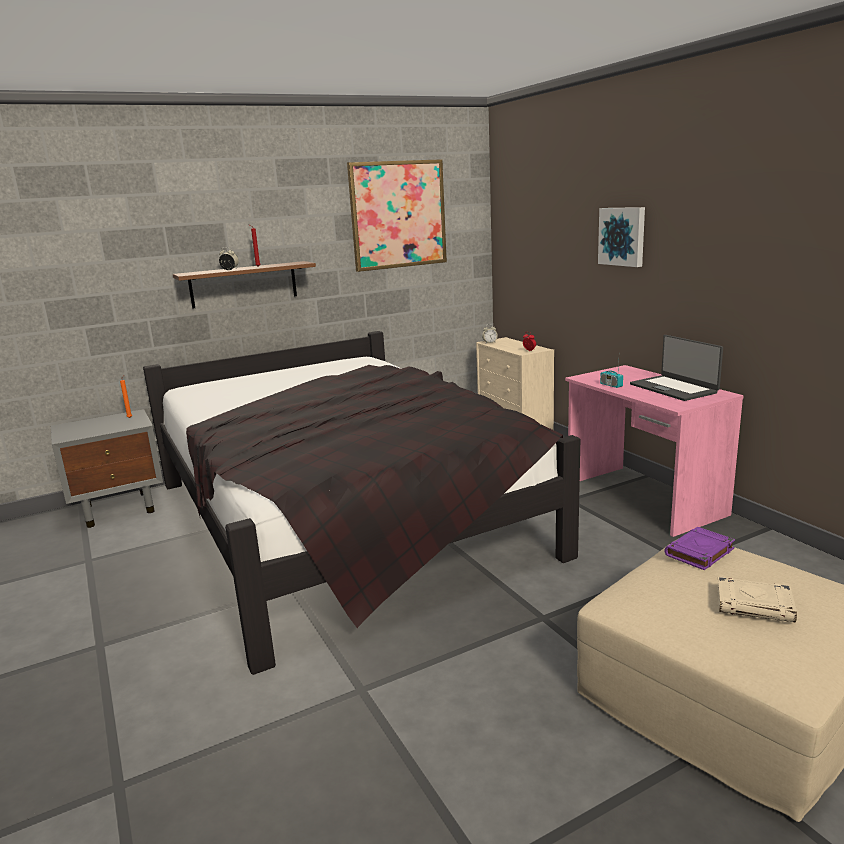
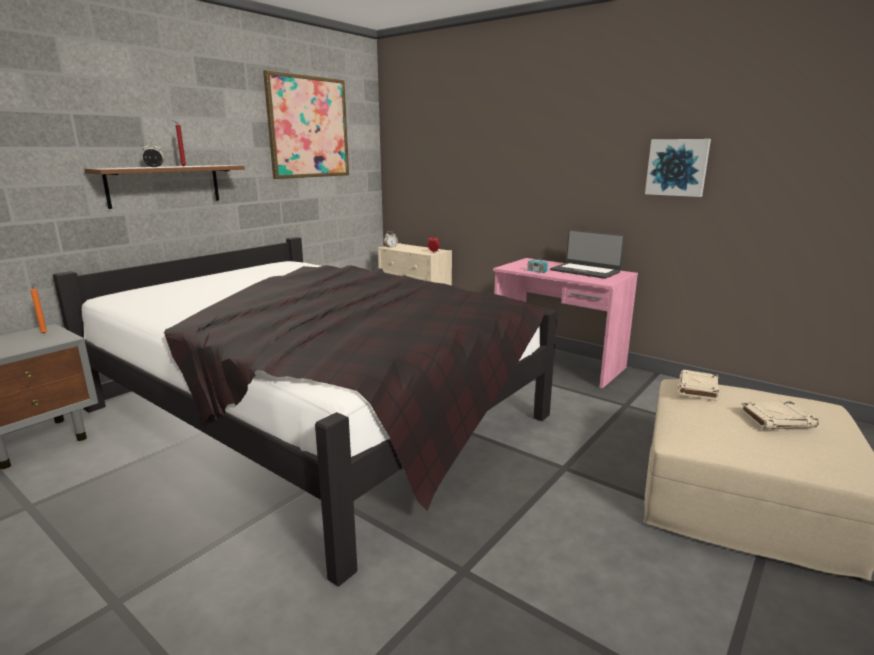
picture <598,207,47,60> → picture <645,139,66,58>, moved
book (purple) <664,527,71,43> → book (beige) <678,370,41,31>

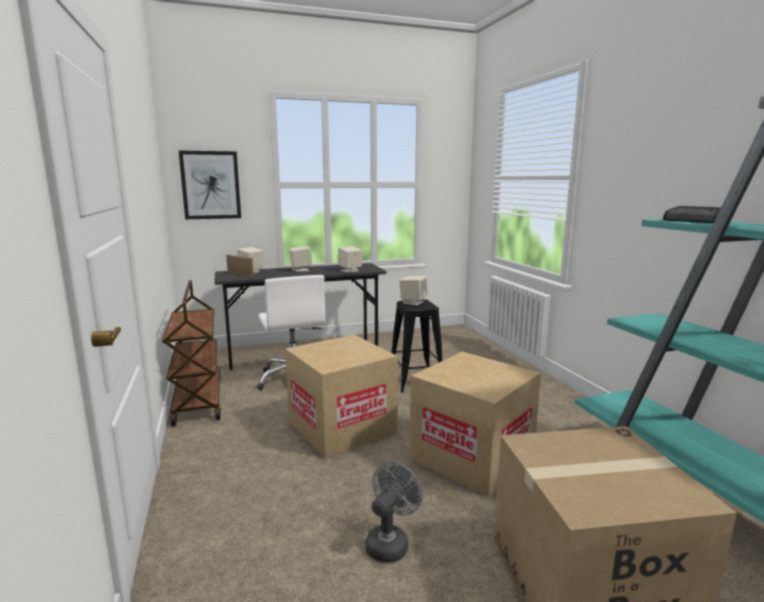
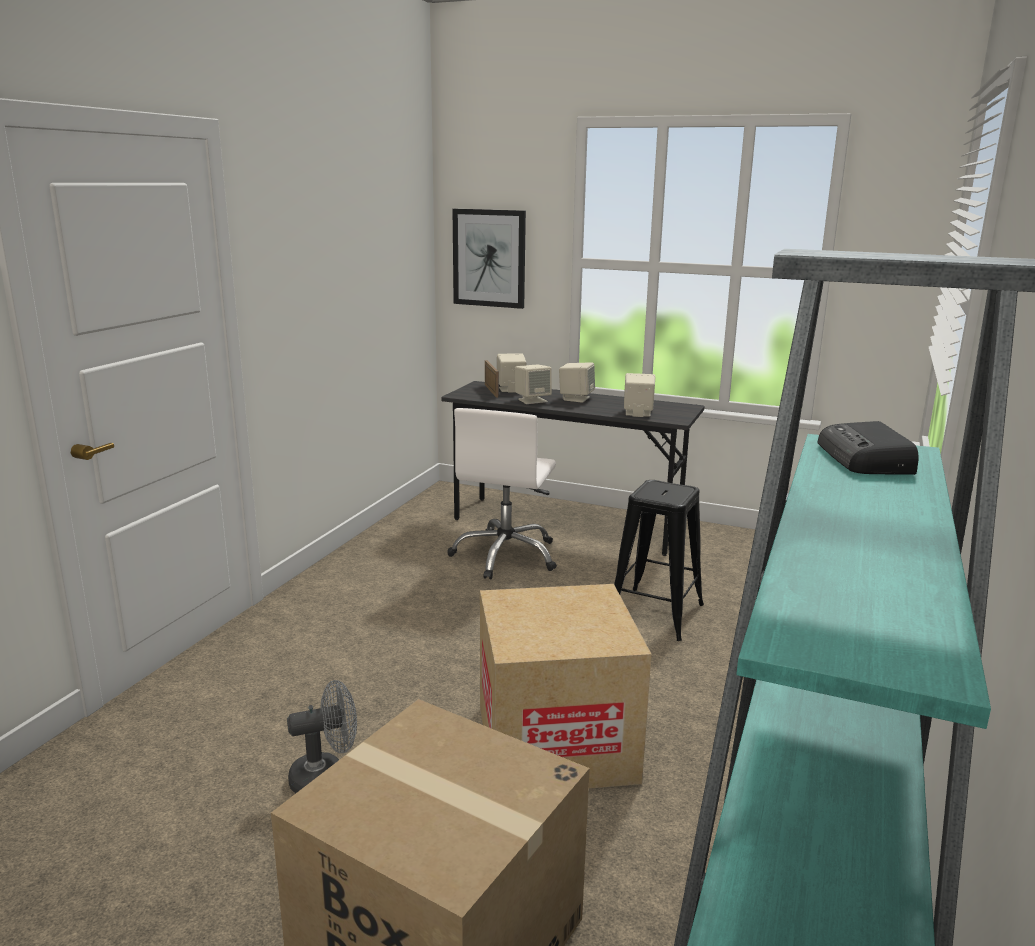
cart (brown) <162,280,59,147> → -
cardboard box <285,335,113,123> → -
speaker (beige) <399,276,28,30> → speaker (beige) <515,364,37,40>, moved

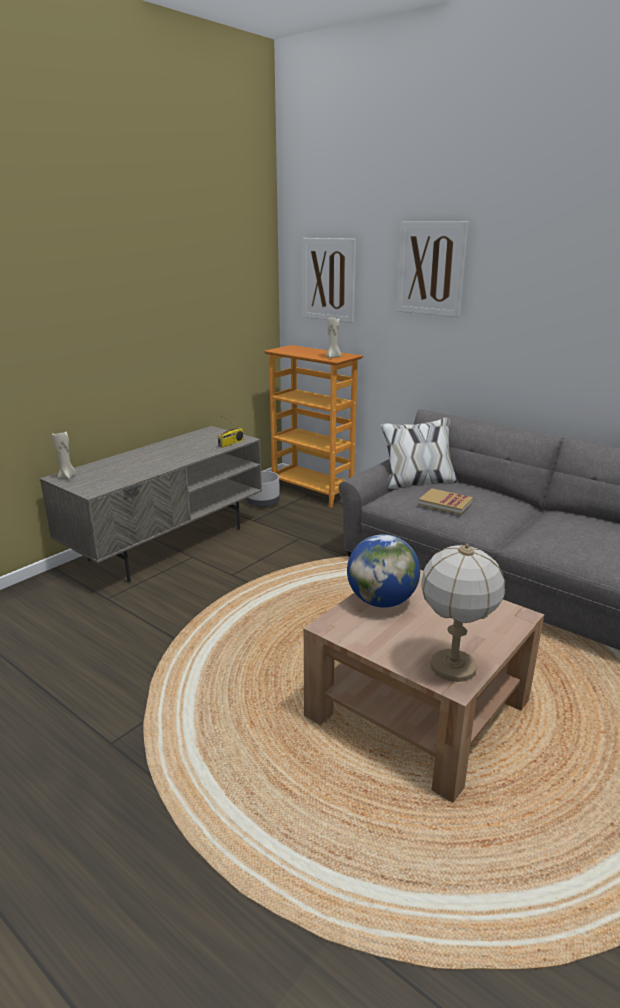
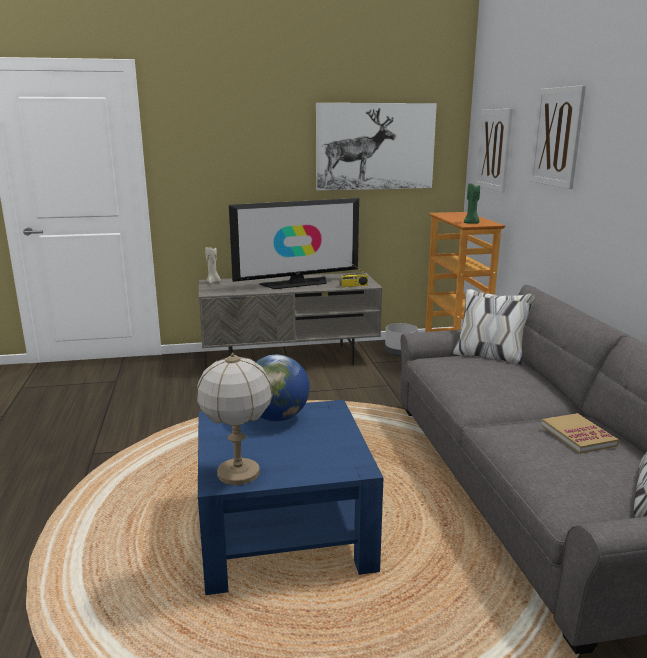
coffee table (brown) <304,570,240,233> → coffee table (blue) <198,400,185,195>
candle (beige) <326,316,15,42> → candle (green) <464,182,16,42>
book <418,488,55,26> → book <541,413,78,41>, moved
- → television <229,198,130,91>
- → picture <316,103,121,87>

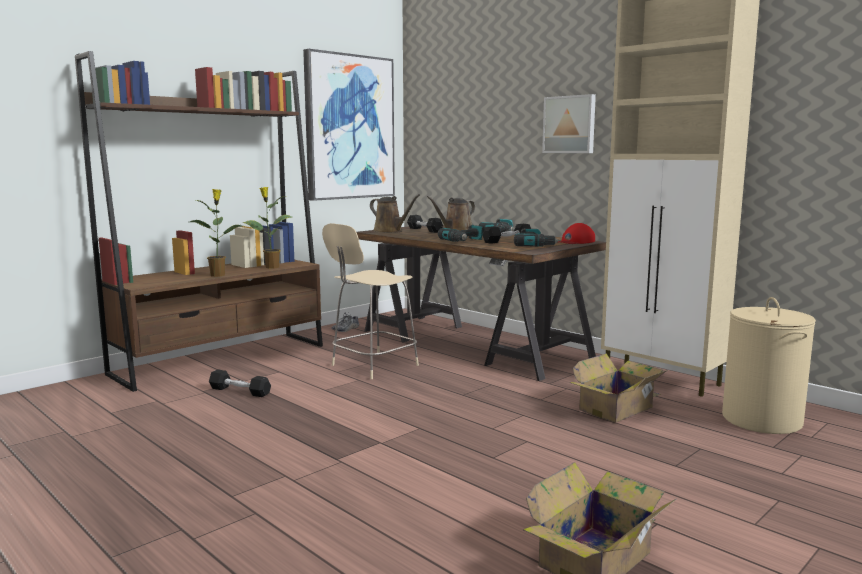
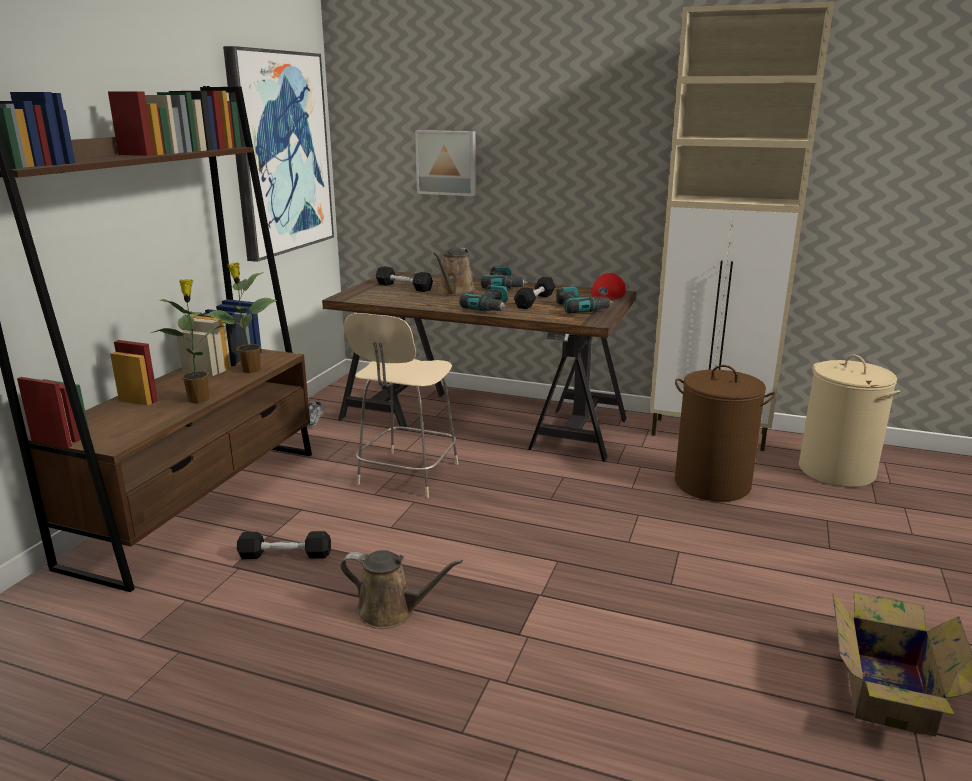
watering can (brown) <370,194,50,39> → watering can (brown) <340,550,123,79>, moved
picture <542,94,54,59> → picture <415,130,61,66>, moved
cardboard box <569,353,99,70> → laundry basket (brown) <675,365,101,137>

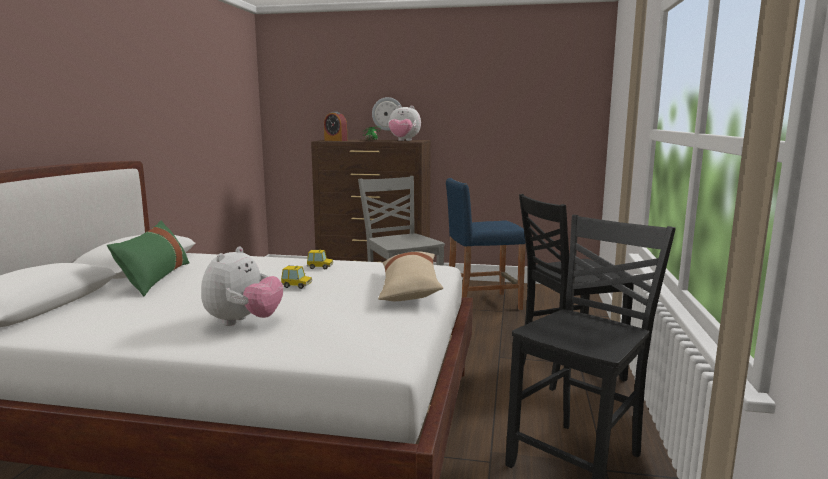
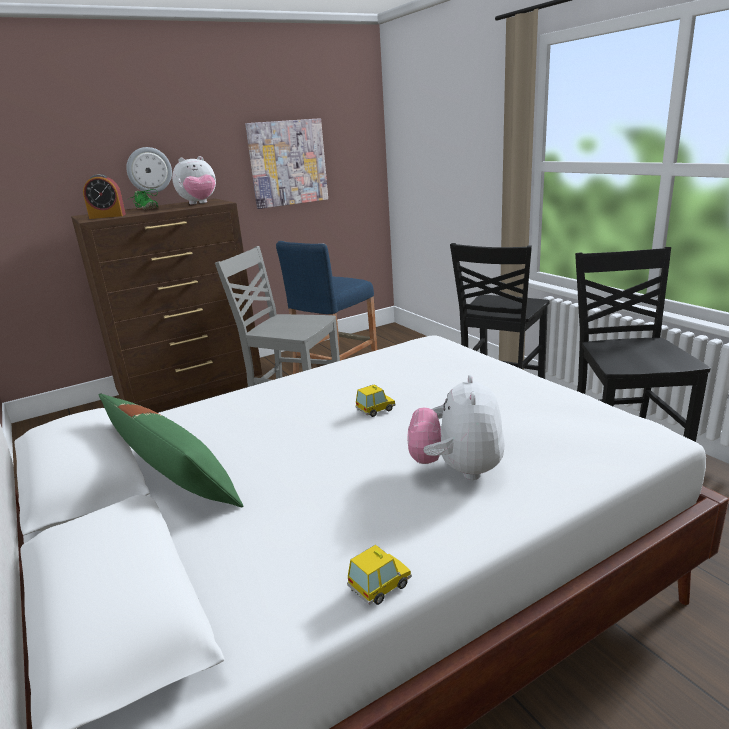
plush toy <201,247,82,79> → plush toy <408,375,97,105>, 150 degrees counterclockwise
toy car <307,249,26,20> → toy car <347,545,65,60>, moved
pillow (beige) <378,251,65,50> → -
- → picture <245,118,83,91>

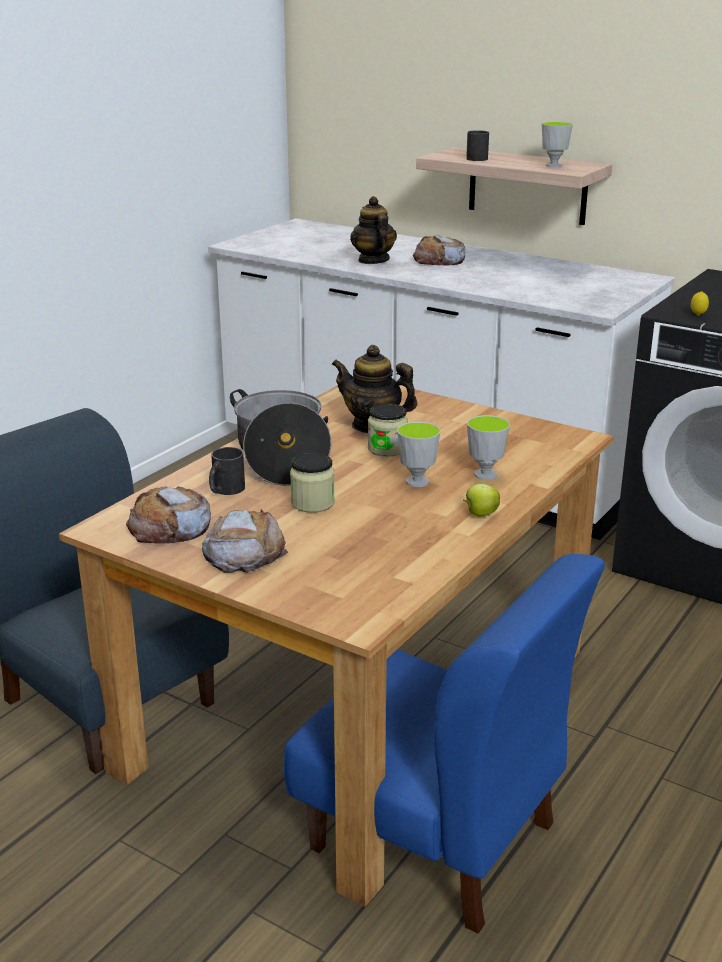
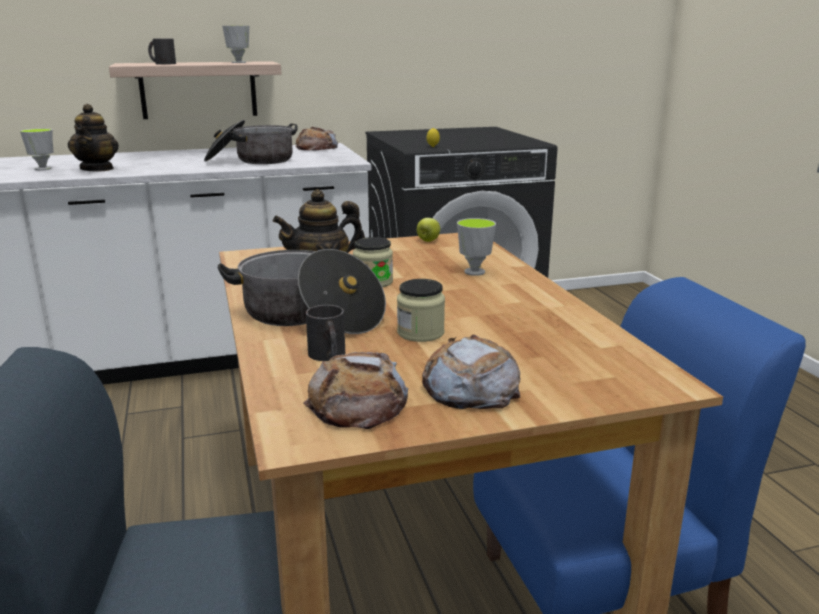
teapot <350,196,47,68> → teapot <68,104,51,68>, 120 degrees counterclockwise
cup <397,422,43,65> → cup <20,128,33,42>, moved
bread <413,235,52,31> → bread <295,127,43,23>, moved
apple <463,484,37,32> → apple <417,218,23,24>, moved
- → cooking pot <204,120,94,44>

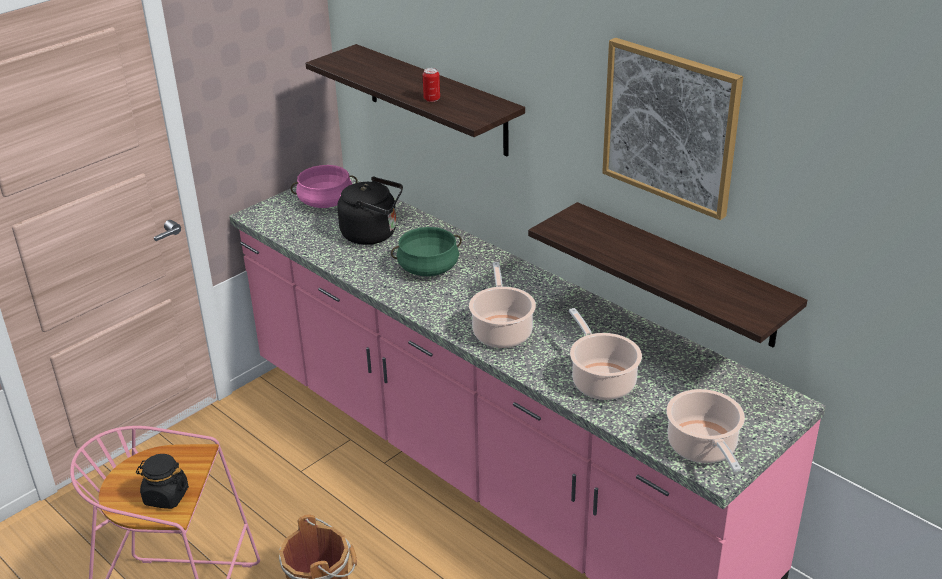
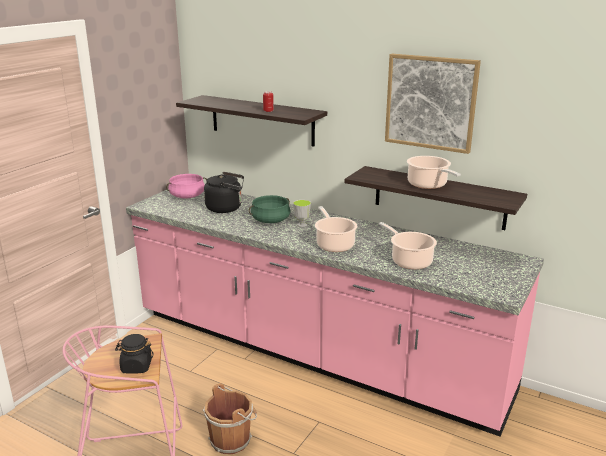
cooking pot <666,389,79,83> → cooking pot <407,156,54,33>, moved
- → cup <293,200,18,27>

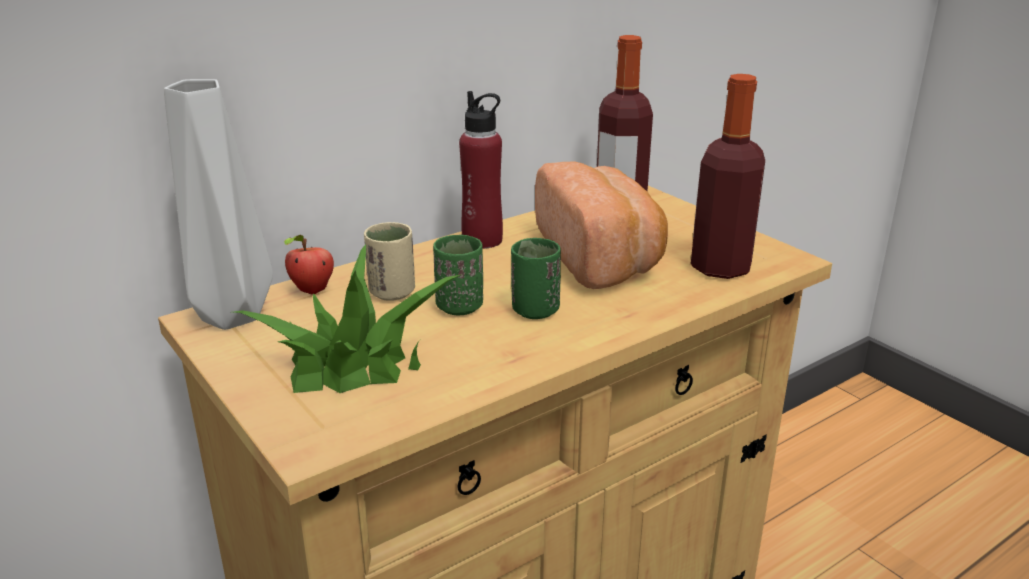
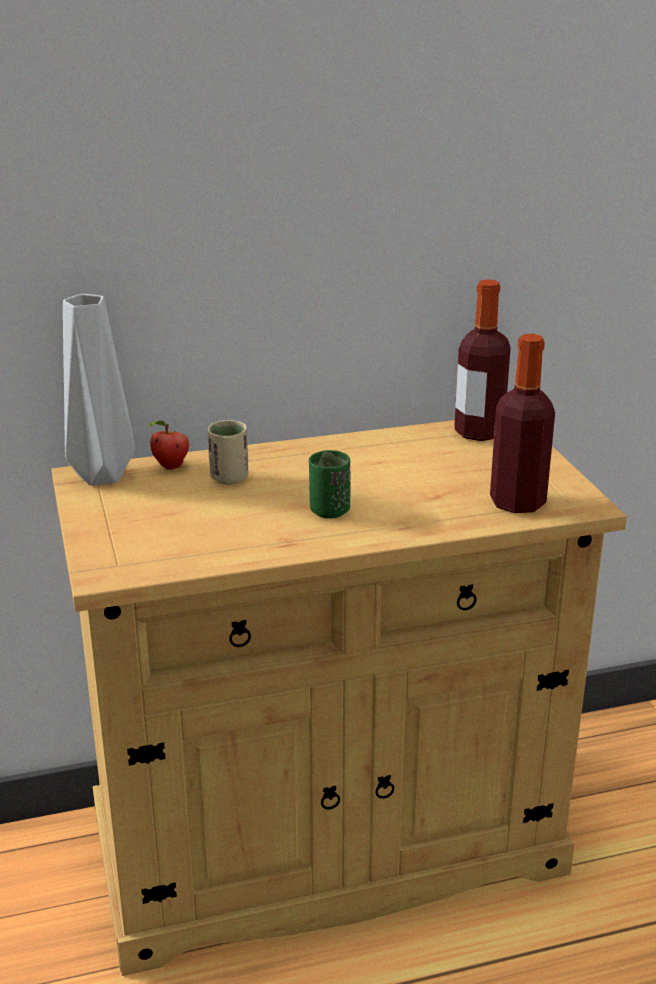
potted plant <234,244,228,149> → -
cup (green) <433,235,50,80> → -
bottle (red) <459,91,44,158> → -
bread <535,161,133,128> → -

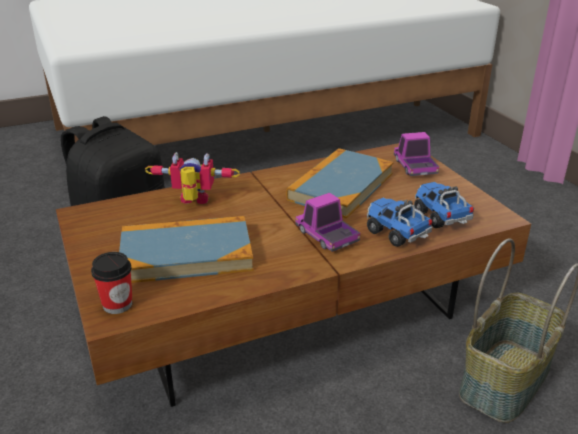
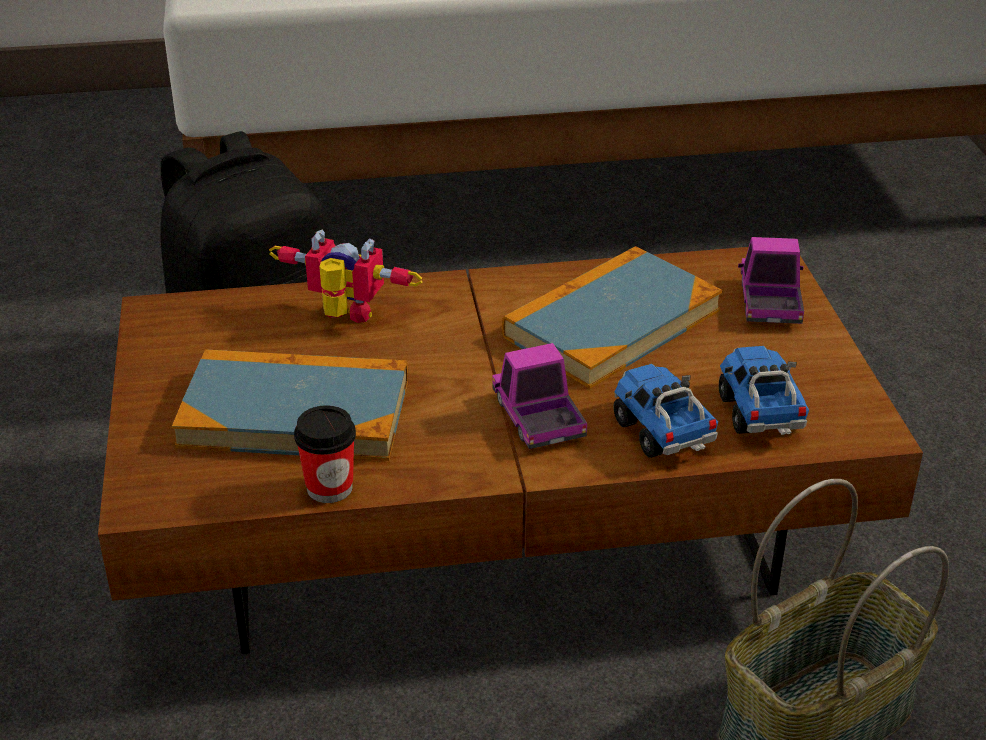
cup <91,252,41,62> → cup <294,405,62,98>, moved

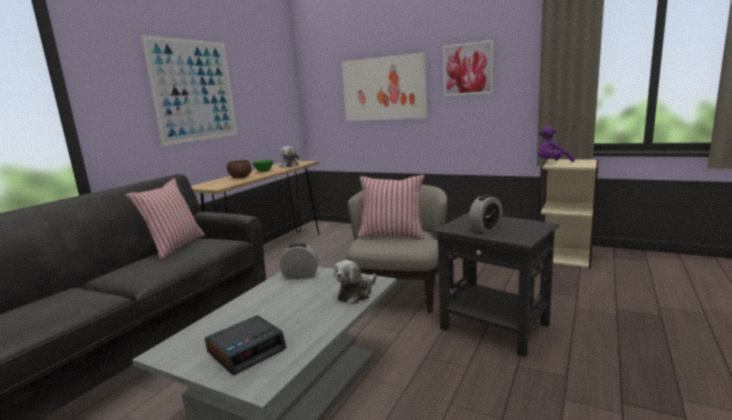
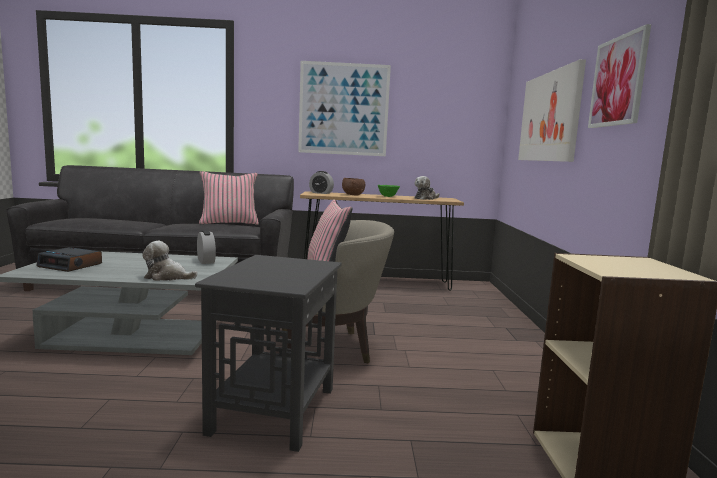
alarm clock <469,194,34,39> → alarm clock <309,171,25,23>, moved
plush toy (purple) <538,126,37,36> → -

